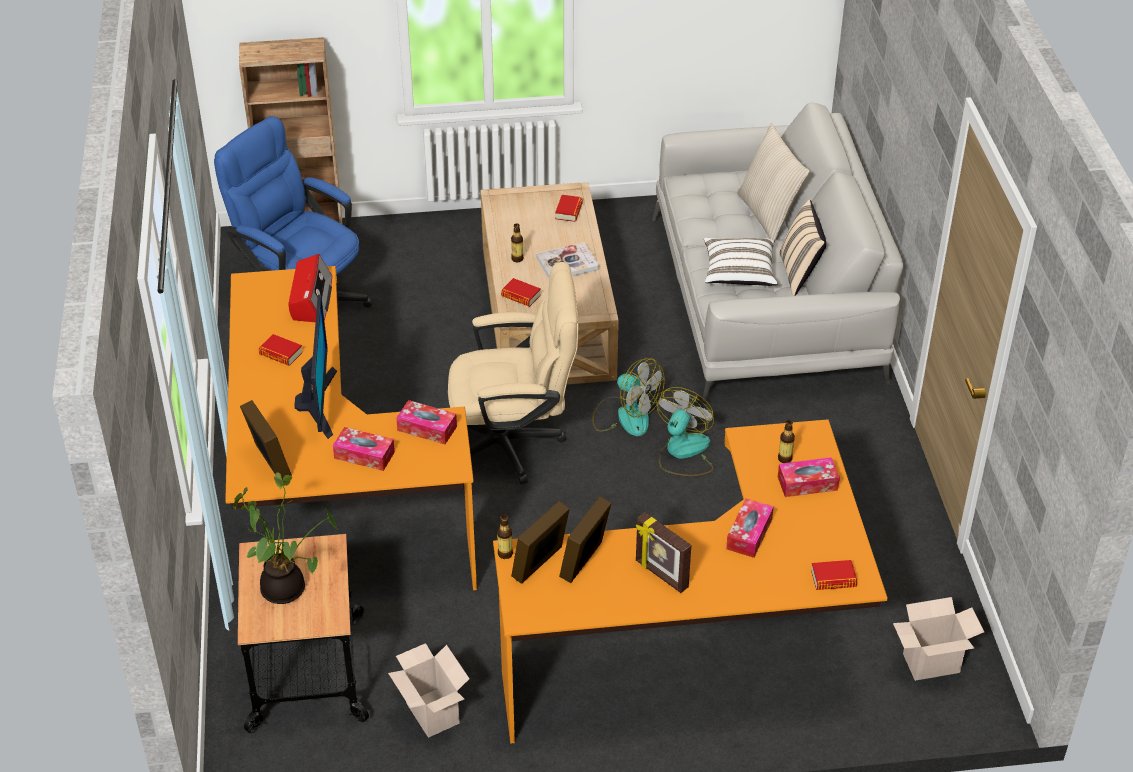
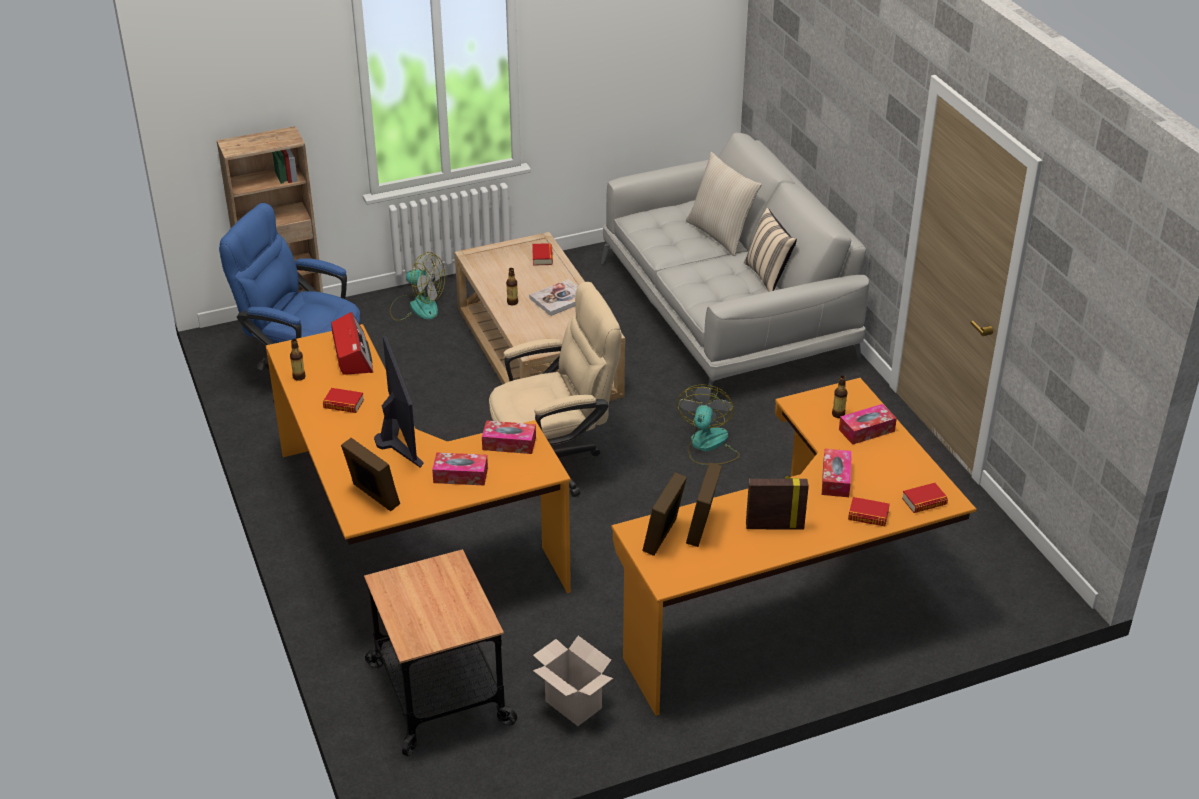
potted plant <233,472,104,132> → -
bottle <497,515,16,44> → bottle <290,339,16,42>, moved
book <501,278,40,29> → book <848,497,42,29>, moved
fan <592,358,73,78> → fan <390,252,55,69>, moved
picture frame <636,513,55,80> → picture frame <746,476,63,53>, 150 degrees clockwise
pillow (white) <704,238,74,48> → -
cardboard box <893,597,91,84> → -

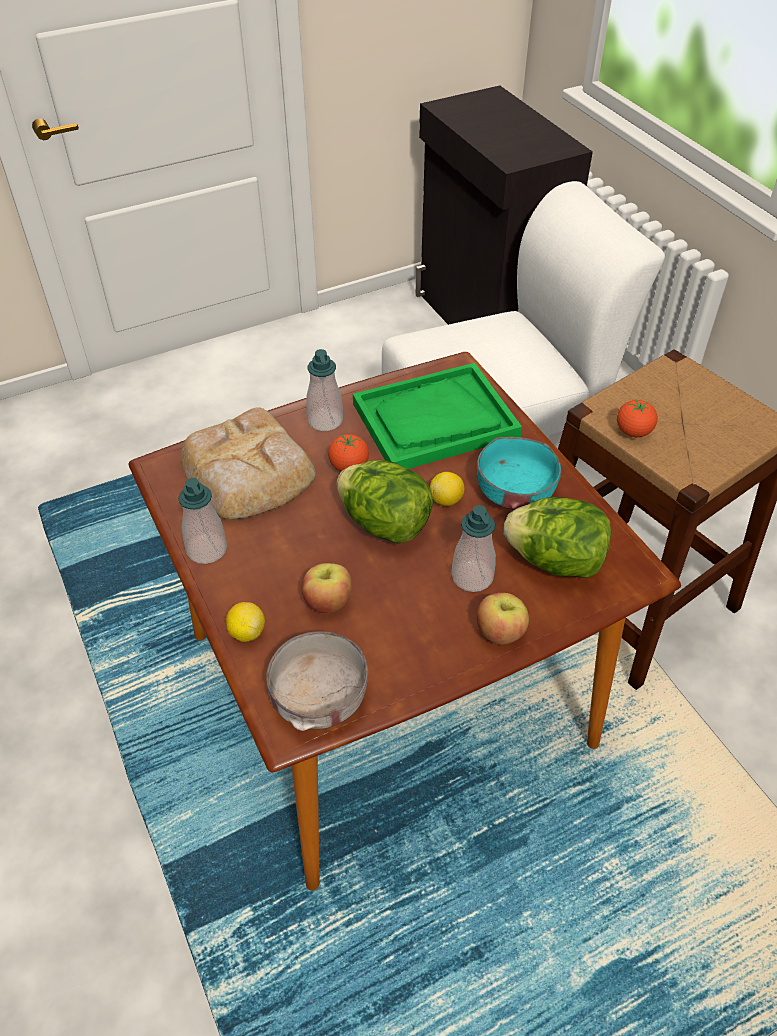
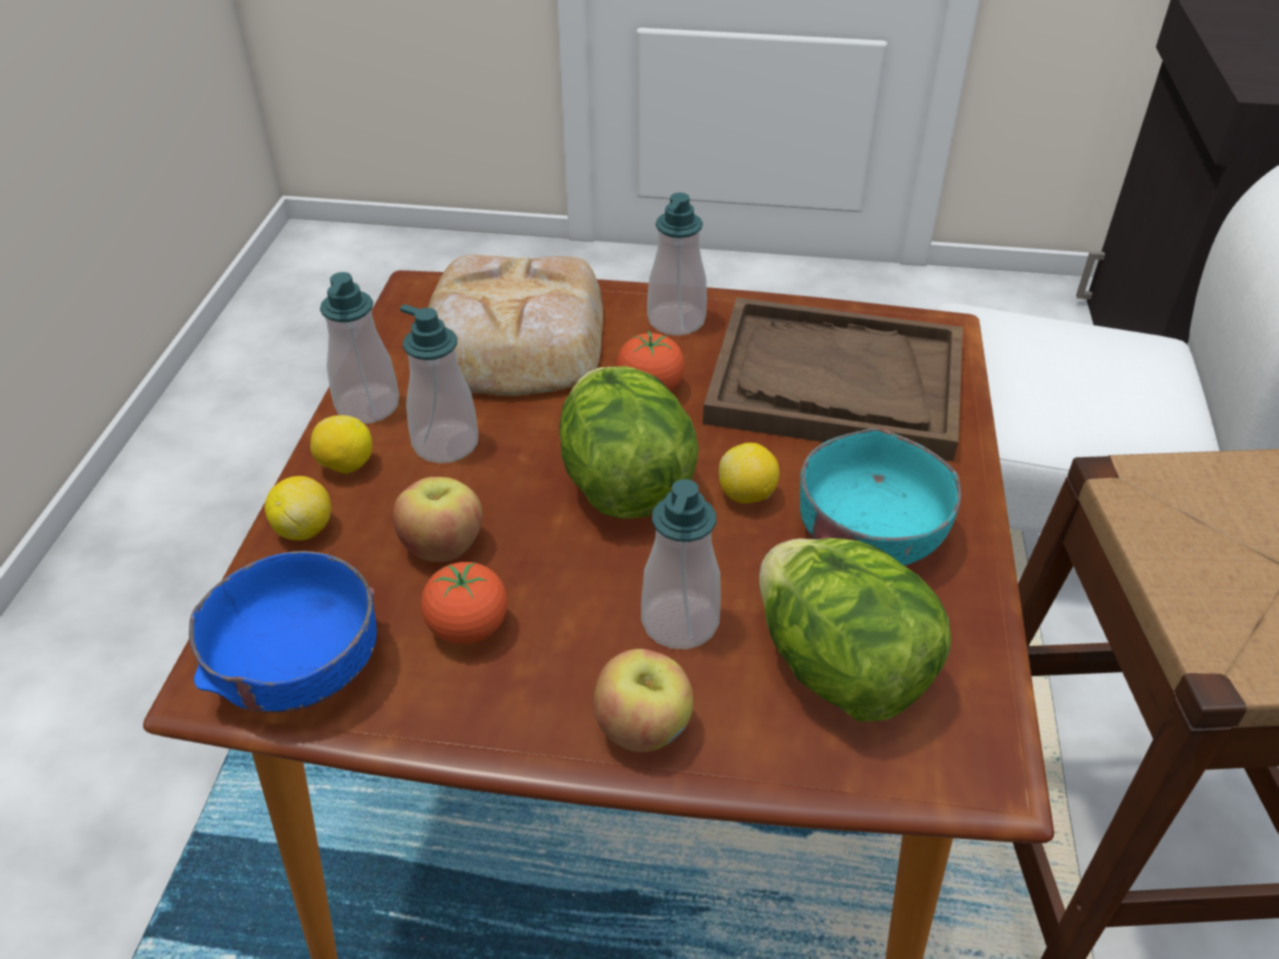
bowl (grey) <266,631,102,100> → bowl (blue) <189,551,188,162>
tray (green) <353,363,169,106> → tray (brown) <703,298,260,163>
tomato <617,399,41,38> → tomato <421,562,87,83>, moved
- → lemon <310,415,63,59>
- → soap dispenser <400,304,78,159>

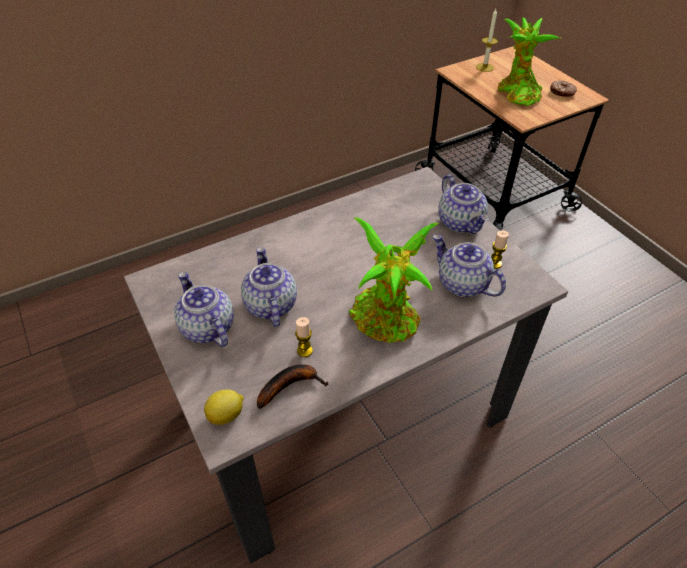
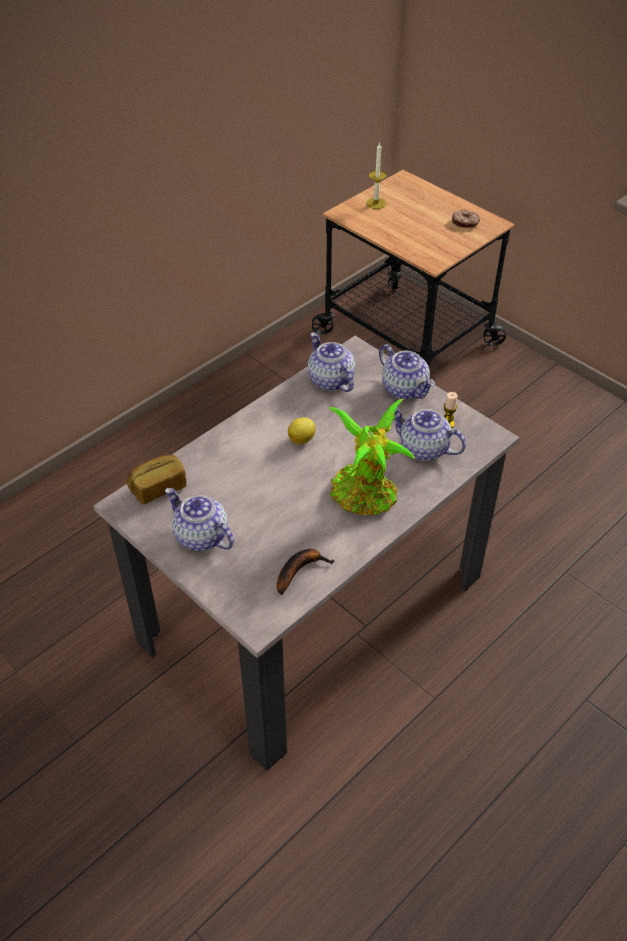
lemon <204,389,40,36> → lemon <288,417,28,28>, moved
teapot <241,247,56,80> → teapot <308,333,47,59>, moved
candle <295,317,18,40> → -
potted plant <498,18,62,88> → -
- → bread <127,455,60,49>

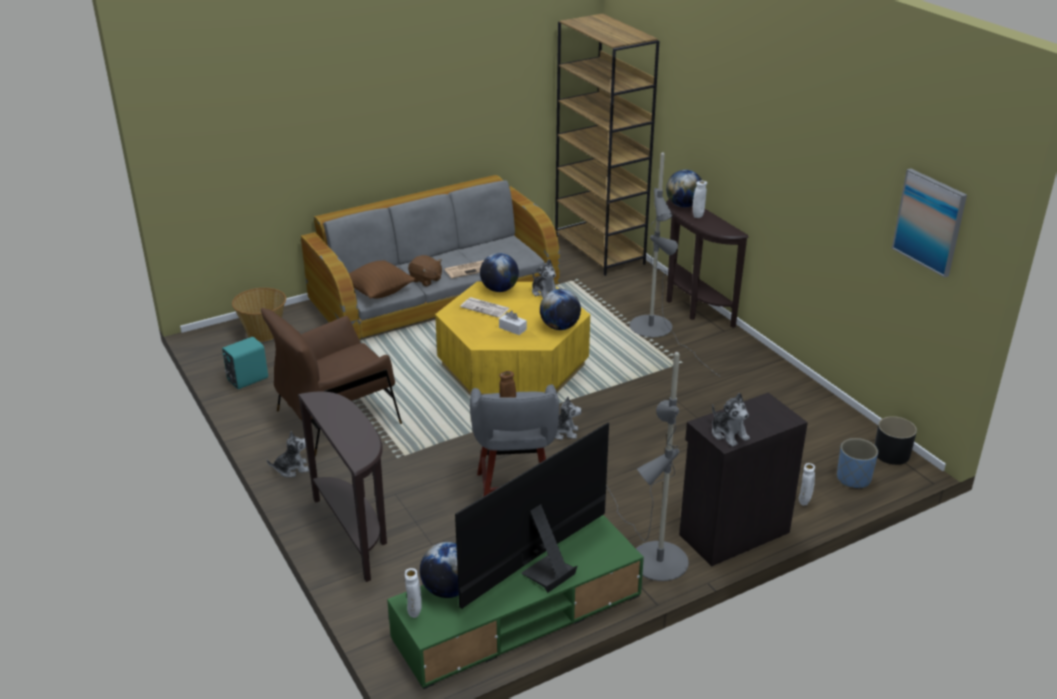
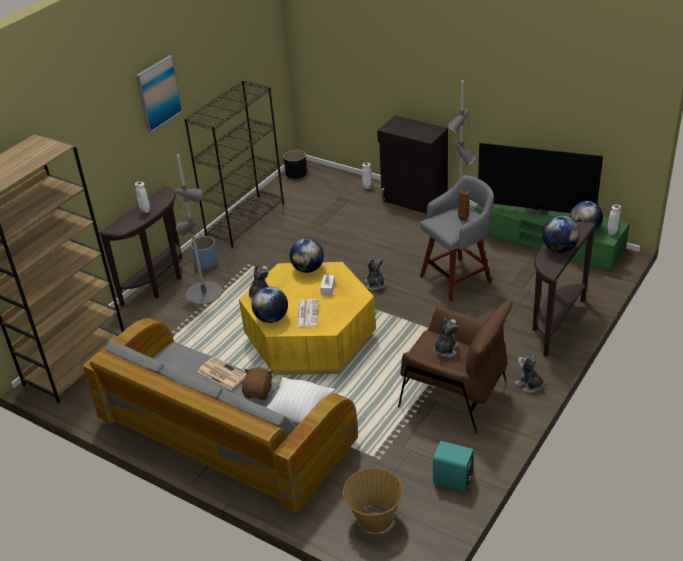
pillow (brown) <349,260,66,38> → pillow (white) <266,377,69,47>
globe <666,170,36,38> → globe <542,216,38,37>, moved
plush toy <712,393,38,54> → plush toy <433,318,26,40>, moved
planter (blue) <837,438,41,50> → planter (blue) <190,236,27,34>, moved
picture <892,169,75,109> → picture <136,55,47,78>, moved
- → bookcase (black) <184,80,100,168>

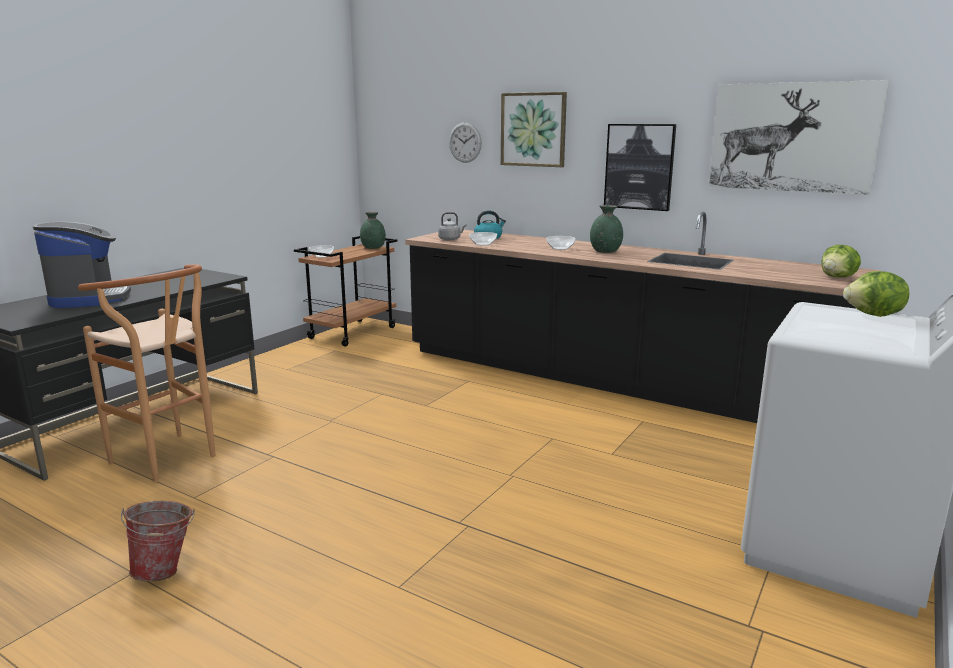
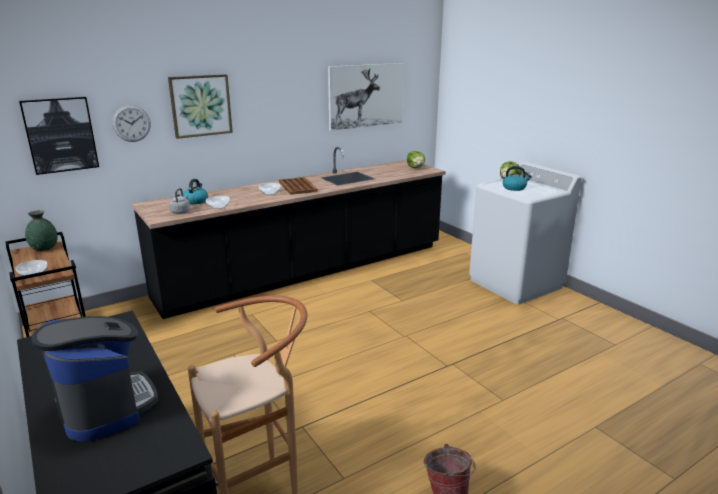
coffee machine <33,222,98,86> → coffee machine <32,316,126,126>, 45 degrees clockwise
vase (green) <590,205,33,48> → tray (brown) <279,177,39,18>
picture <604,124,72,87> → picture <19,97,80,78>, moved
- → kettle <503,166,29,25>

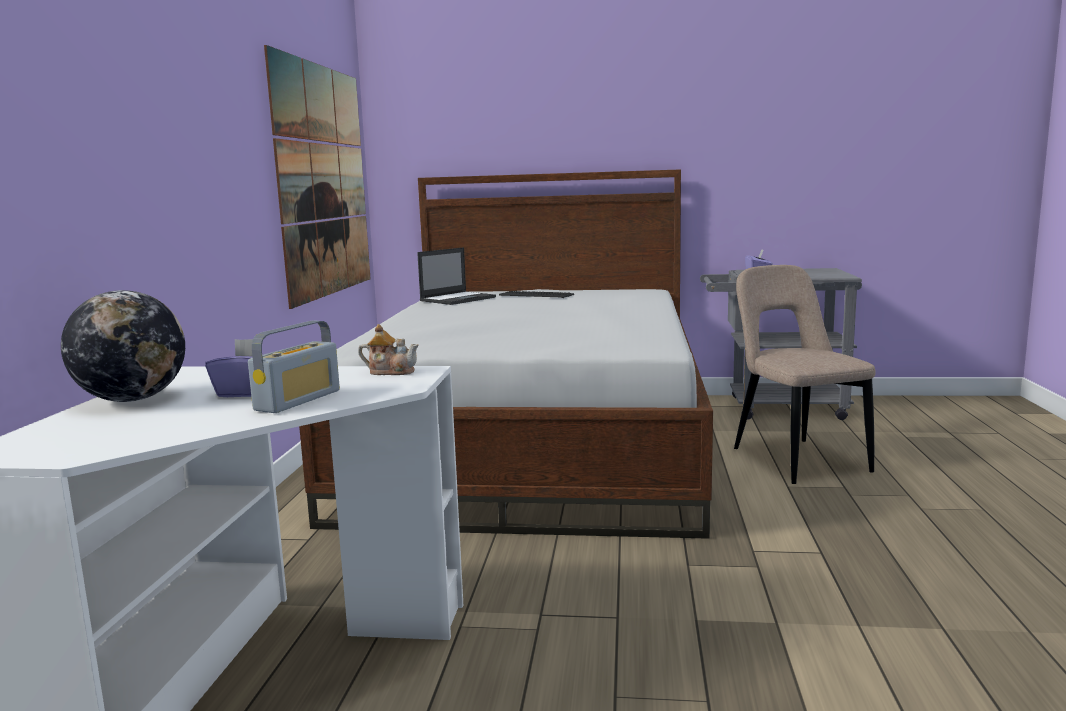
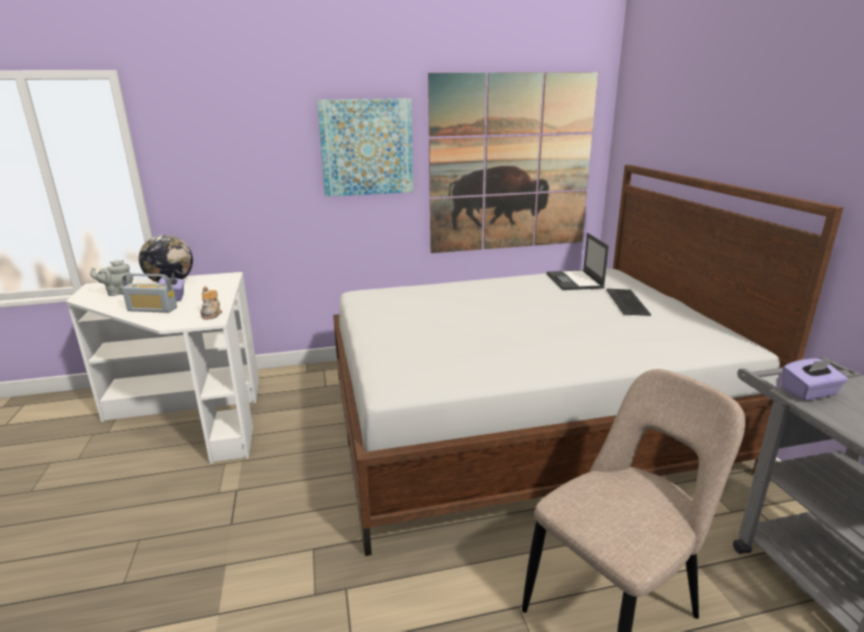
laptop <417,247,79,58> → laptop <547,233,62,57>, 60 degrees clockwise
- → teapot (grey) <90,260,43,36>
- → picture <317,98,96,99>

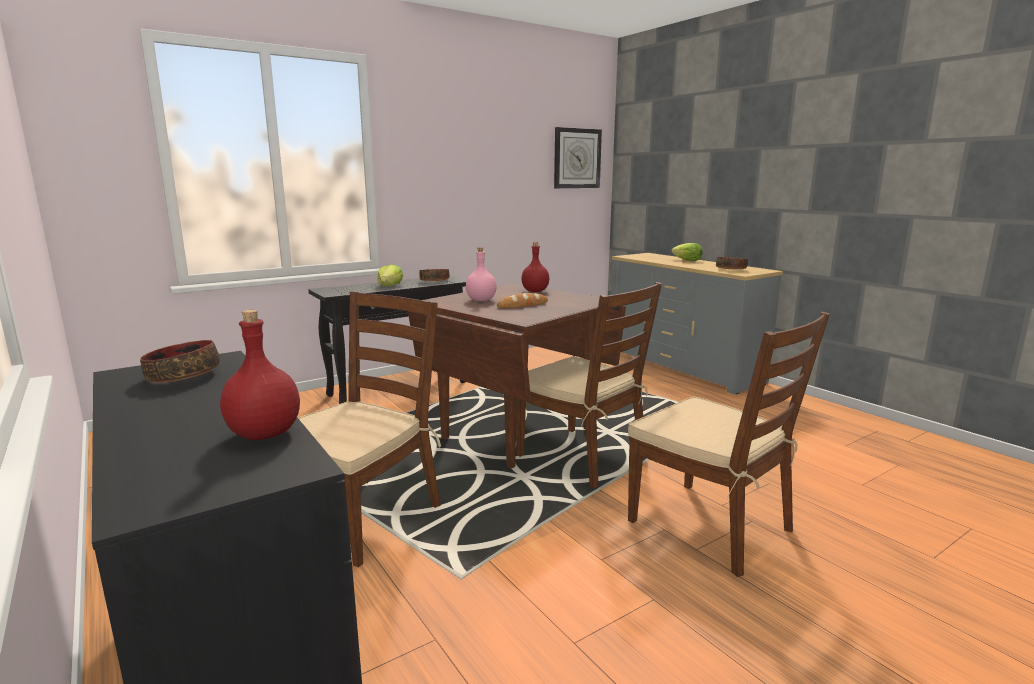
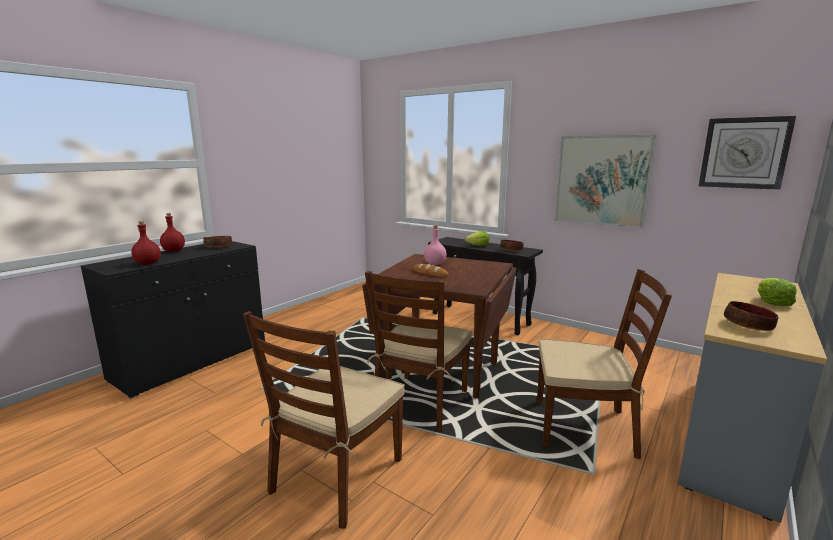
chair (brown) <298,292,143,275> → chair (brown) <537,269,135,190>, moved
bottle (red) <521,242,28,50> → bottle (red) <160,213,25,39>, moved
- → picture <554,135,103,93>

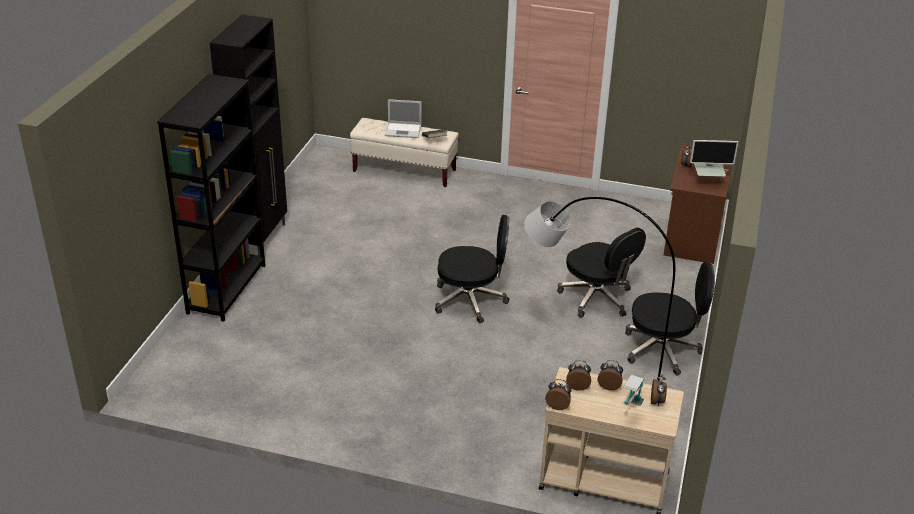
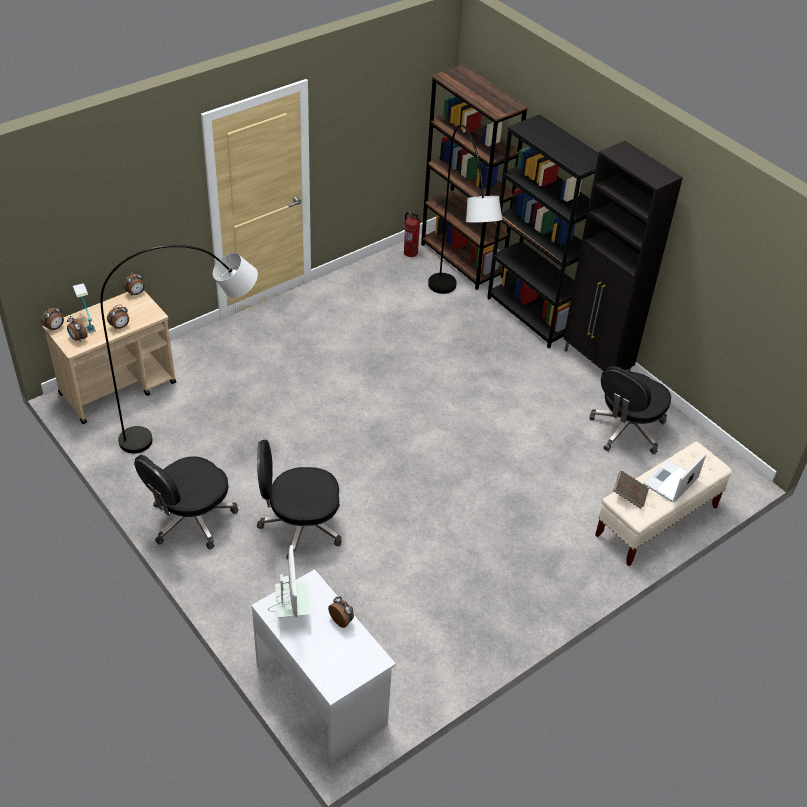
office chair (black) <435,215,74,108> → office chair (black) <589,366,82,89>, moved
alarm clock <566,360,25,31> → alarm clock <41,305,23,25>, moved
desk (brown) <664,142,68,122> → desk (white) <251,569,145,194>
monitor <690,140,49,42> → monitor <268,545,42,72>, 135 degrees clockwise
- → fire extinguisher <404,211,16,46>
- → bookcase (brown) <421,65,107,225>
- → floor lamp (grey) <428,124,75,170>

